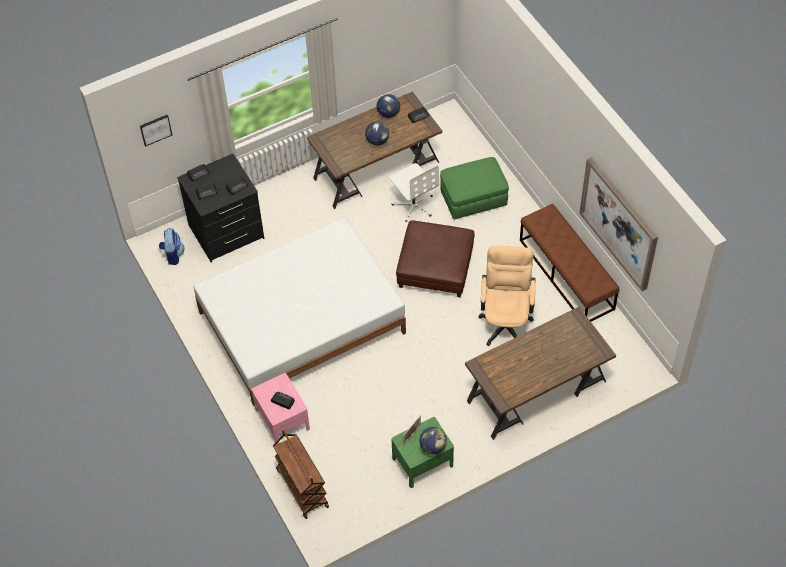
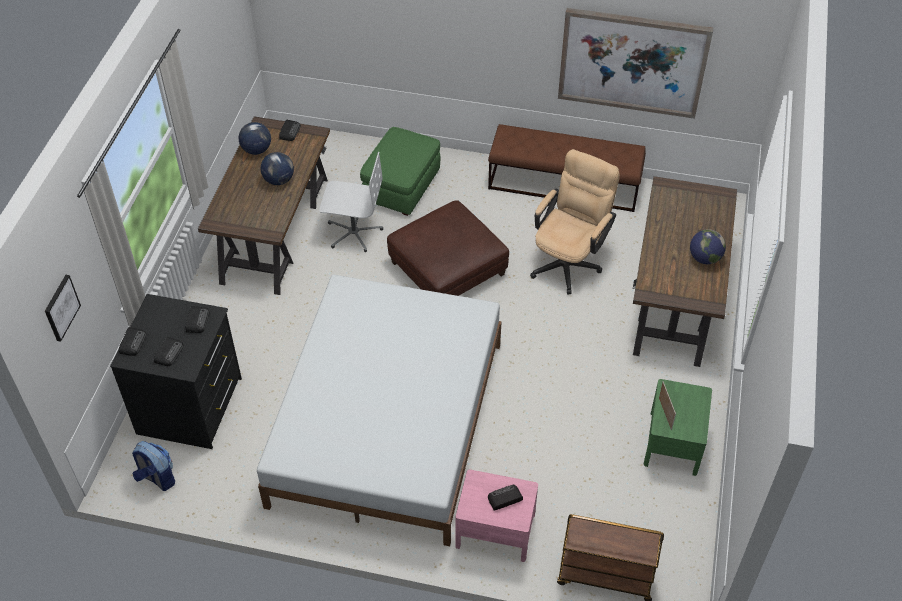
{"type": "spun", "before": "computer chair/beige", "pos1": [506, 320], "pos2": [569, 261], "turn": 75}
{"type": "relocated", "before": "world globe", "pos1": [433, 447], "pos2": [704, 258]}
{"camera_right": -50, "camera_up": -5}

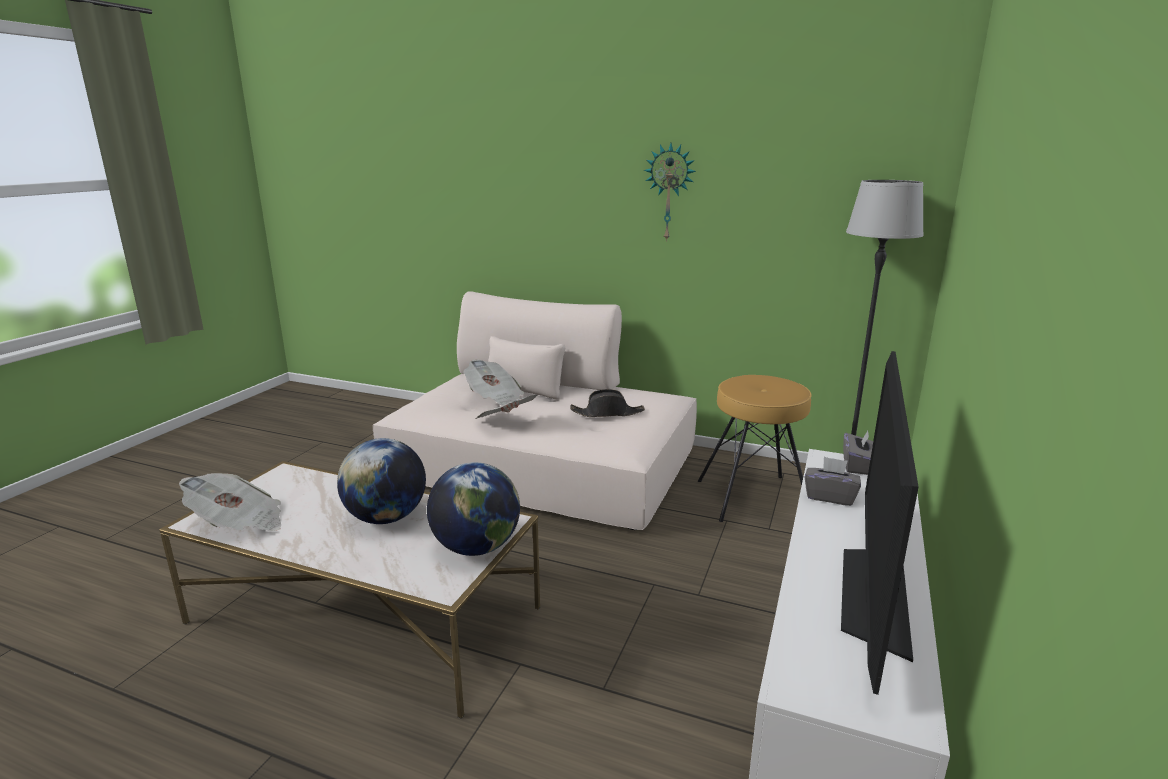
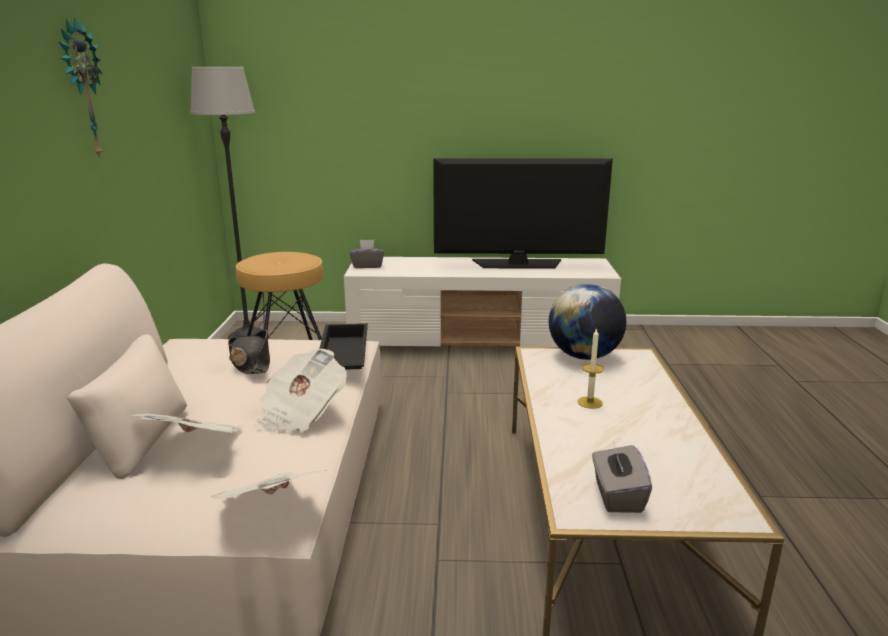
{"type": "exchanged", "before": "world globe", "after": "wax candle", "pos1": [386, 517], "pos2": [590, 402]}
{"type": "relocated", "before": "tissue box/greyish", "pos1": [830, 497], "pos2": [617, 496]}
{"type": "relocated", "before": "daily paper", "pos1": [239, 524], "pos2": [273, 508]}
{"type": "appeared", "after": "serving tray/blackish", "pos2": [342, 356]}
{"camera_right": -110, "camera_up": 0}

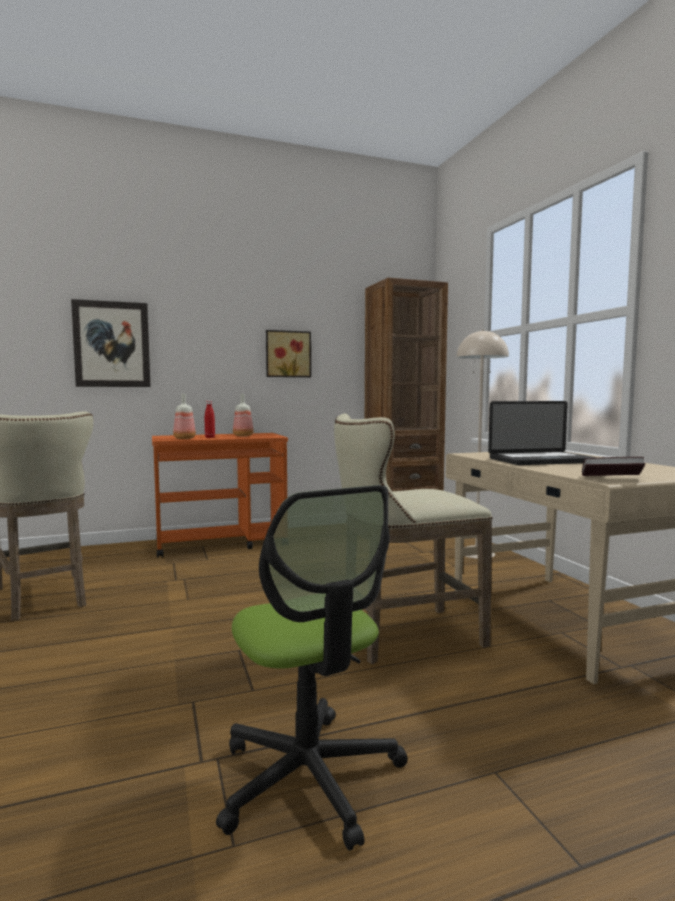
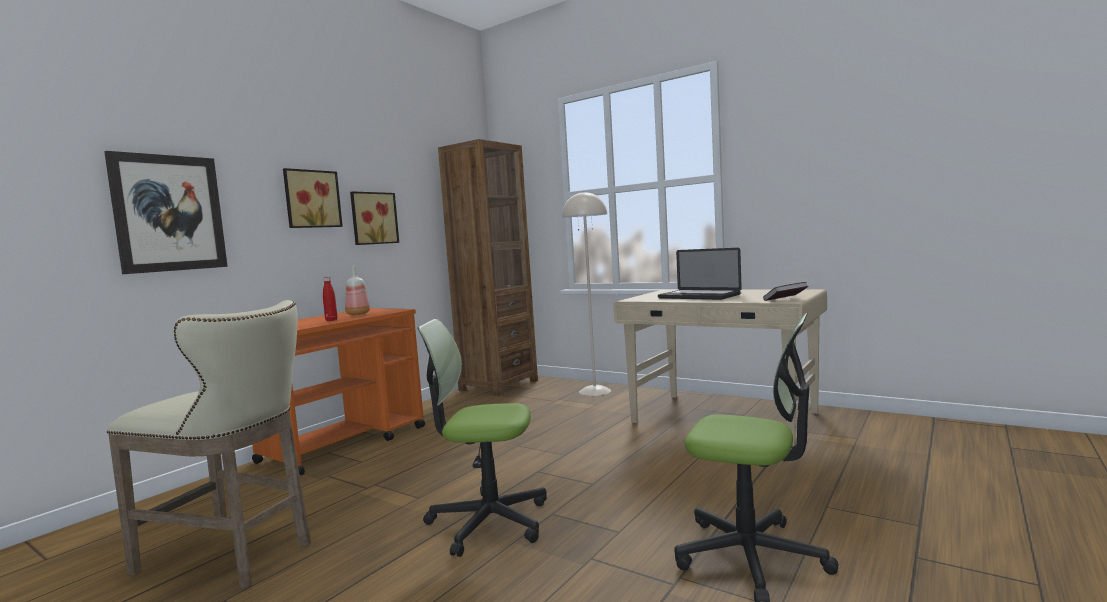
{"type": "missing", "before": "bottle", "pos1": [184, 438]}
{"type": "spun", "before": "portable computer", "pos1": [541, 460], "pos2": [699, 296], "turn": 90}
{"type": "missing", "before": "stool/beige", "pos1": [403, 637]}
{"type": "appeared", "after": "wall picture", "pos2": [311, 199]}
{"type": "appeared", "after": "computer chair", "pos2": [488, 521]}
{"camera_right": -35, "camera_up": 0}

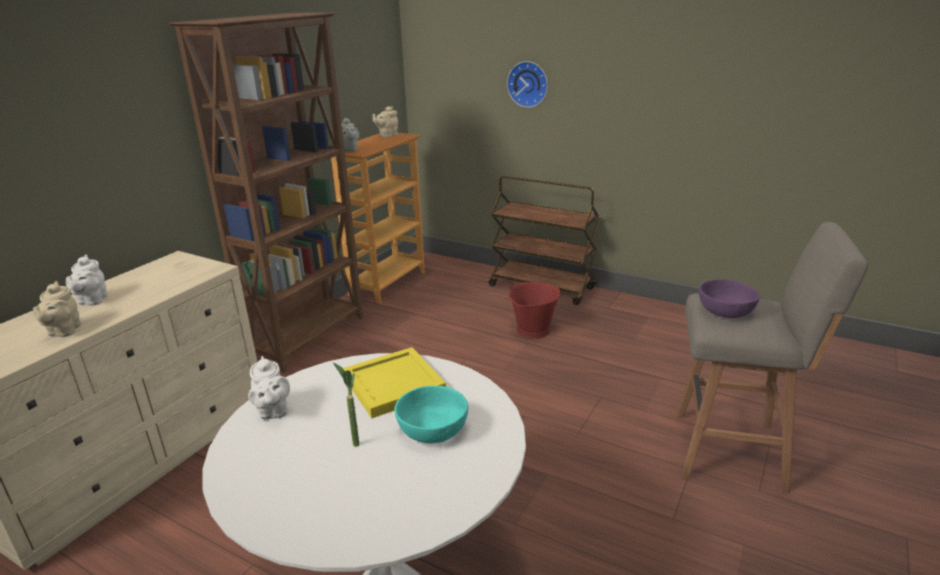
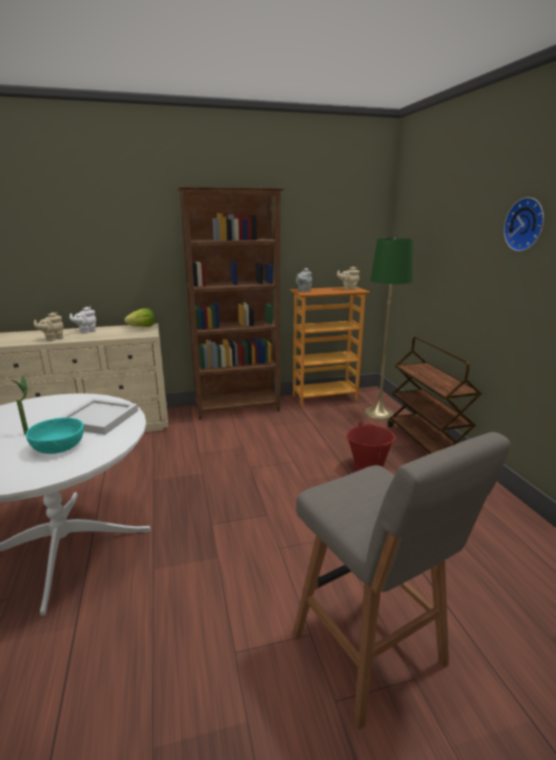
{"type": "relocated", "before": "clock on the wall", "pos1": [528, 84], "pos2": [526, 224]}
{"type": "missing", "before": "bowl/purple-coloured", "pos1": [725, 310]}
{"type": "colour", "before": "serving tray/yellow", "after": "serving tray/white-coloured", "pos1": [394, 383], "pos2": [100, 418]}
{"type": "missing", "before": "pot for tea/white-coloured", "pos1": [273, 411]}
{"type": "appeared", "after": "standing lamp/green", "pos2": [378, 413]}
{"type": "appeared", "after": "lettuce", "pos2": [142, 327]}
{"camera_right": 45, "camera_up": -5}

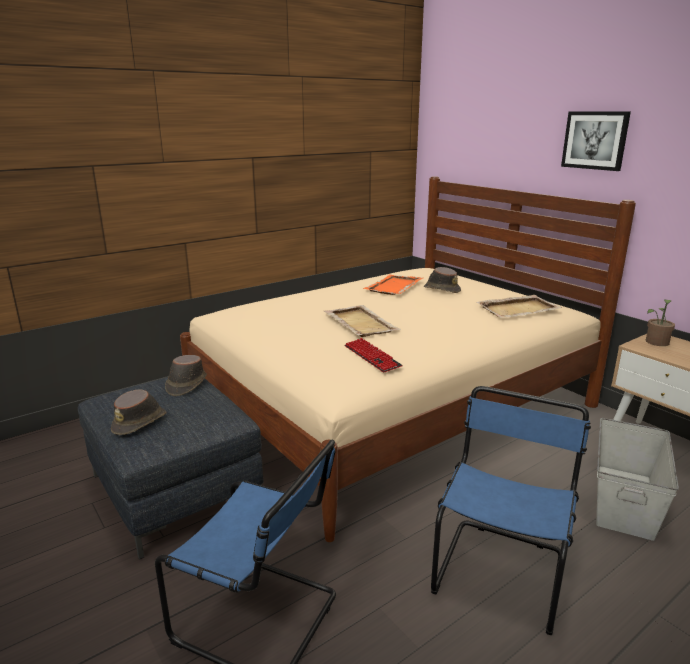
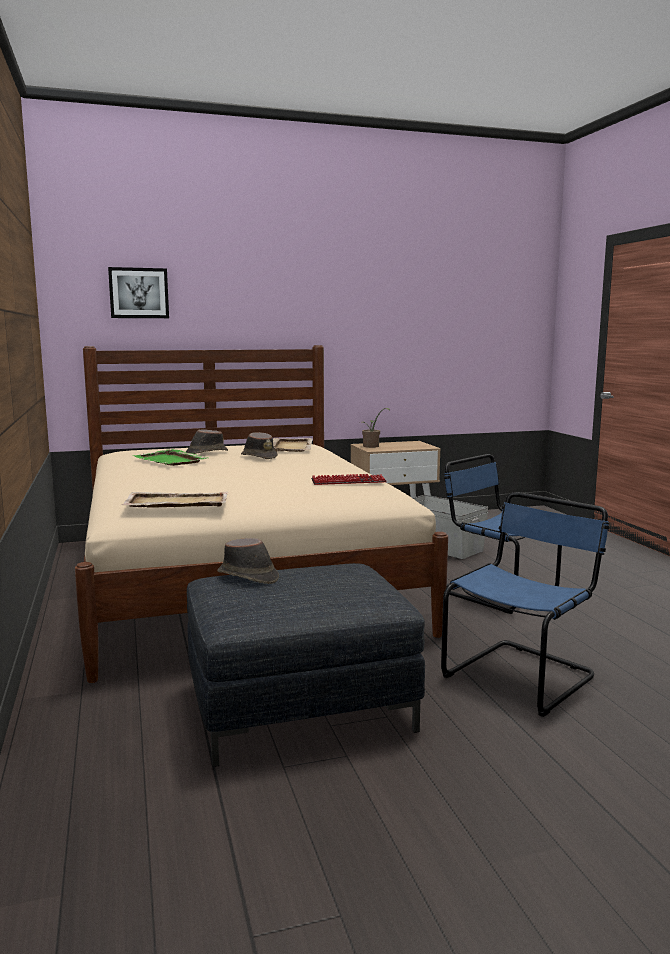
{"type": "relocated", "before": "wall picture", "pos1": [595, 140], "pos2": [139, 293]}
{"type": "colour", "before": "serving tray/orange", "after": "serving tray/green", "pos1": [393, 287], "pos2": [170, 460]}
{"type": "relocated", "before": "serving tray/beige", "pos1": [360, 323], "pos2": [176, 503]}
{"type": "relocated", "before": "wearable hat/brown", "pos1": [140, 422], "pos2": [259, 457]}
{"camera_right": -70, "camera_up": -10}

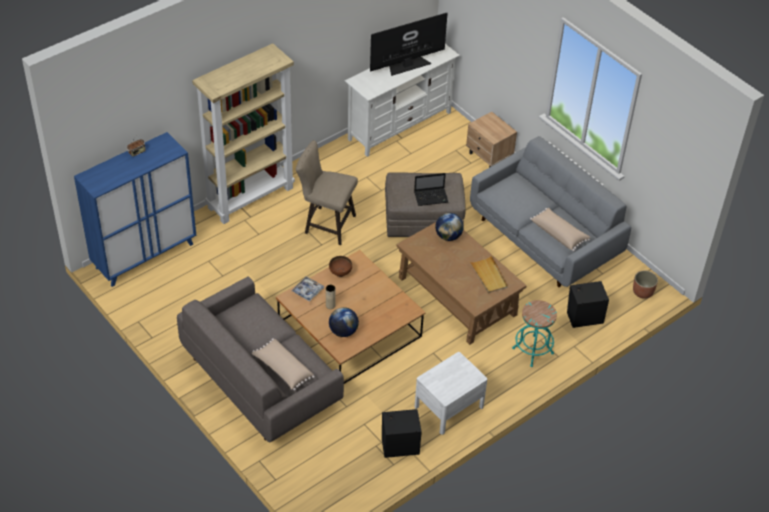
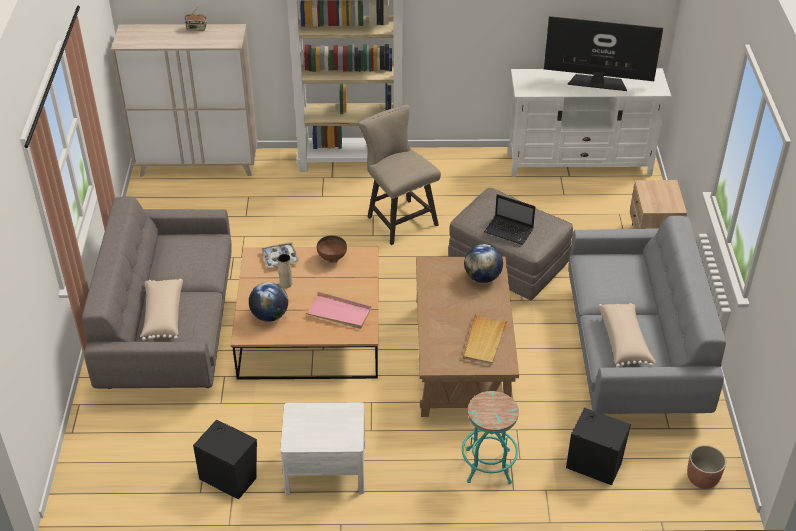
{"type": "colour", "before": "cabinet/bluish", "after": "cabinet/beige", "pos1": [145, 255], "pos2": [198, 164]}
{"type": "appeared", "after": "serving tray/pinkish", "pos2": [339, 313]}
{"camera_right": 40, "camera_up": -5}

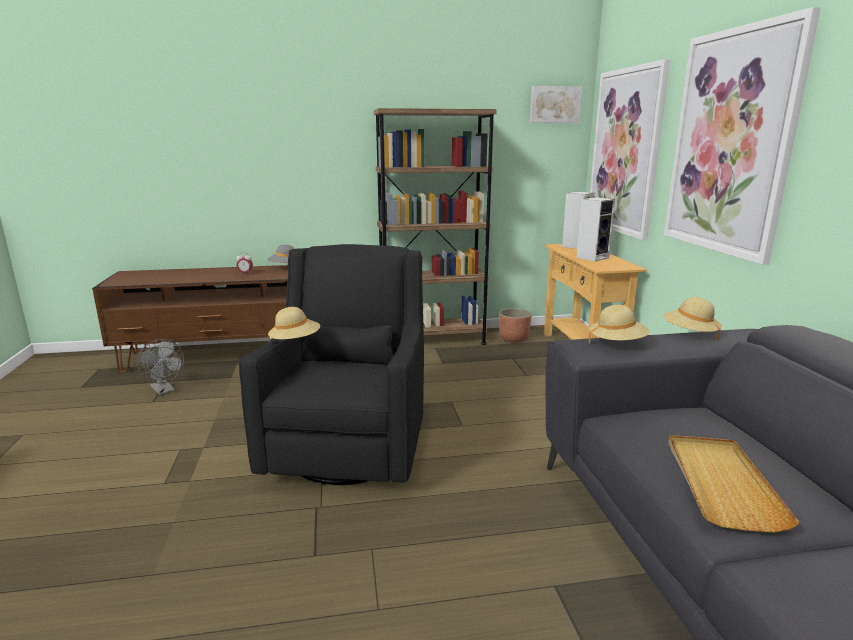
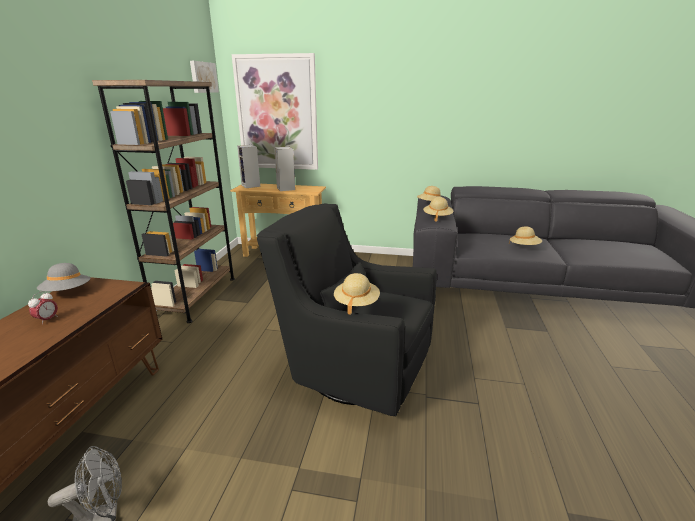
{"type": "missing", "before": "wall picture", "pos1": [731, 143]}
{"type": "missing", "before": "planter", "pos1": [513, 339]}
{"type": "exchanged", "before": "serving tray/beige", "after": "wearable hat/beige", "pos1": [720, 483], "pos2": [524, 247]}
{"camera_right": -70, "camera_up": 5}

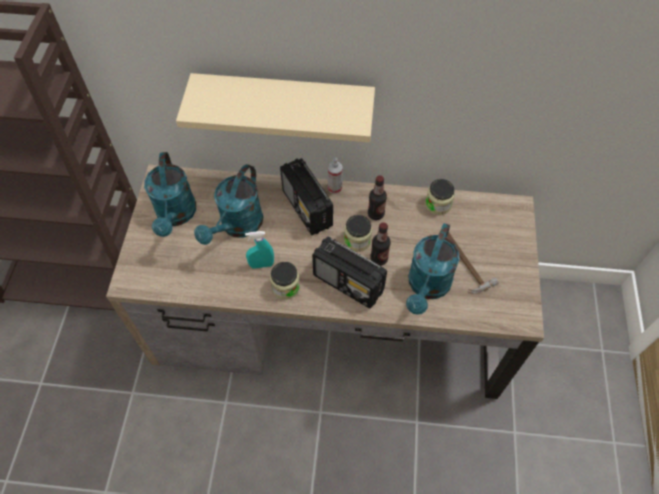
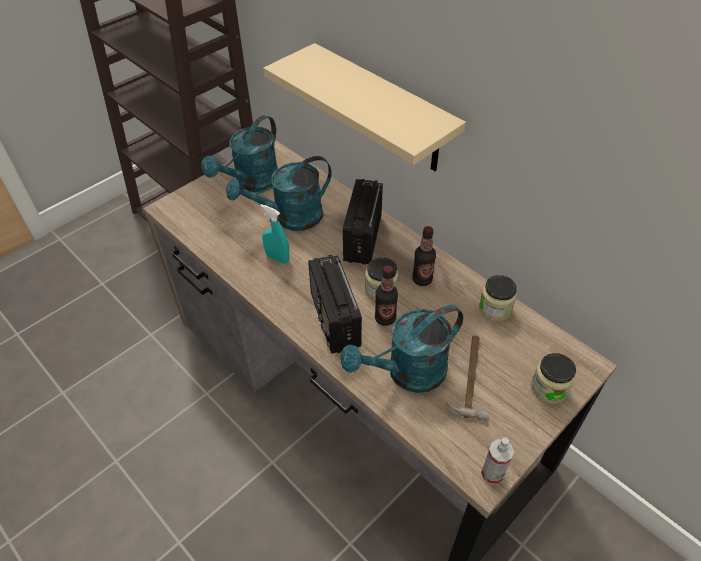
{"type": "relocated", "before": "hand sprayer", "pos1": [334, 188], "pos2": [492, 474]}
{"type": "relocated", "before": "preserve jar", "pos1": [285, 287], "pos2": [549, 388]}
{"camera_right": 40, "camera_up": -10}

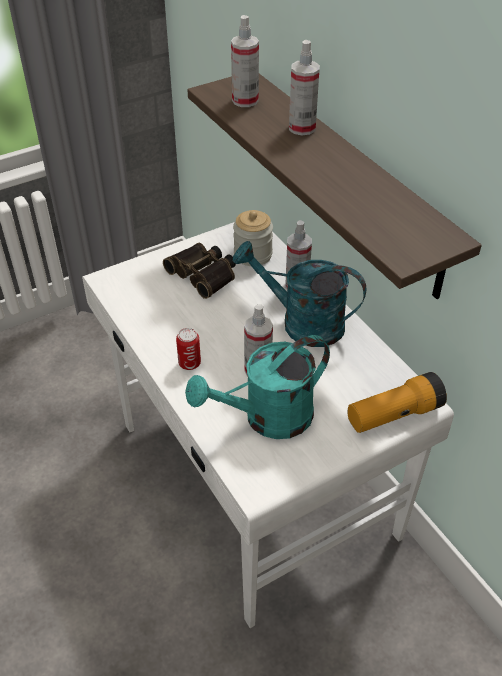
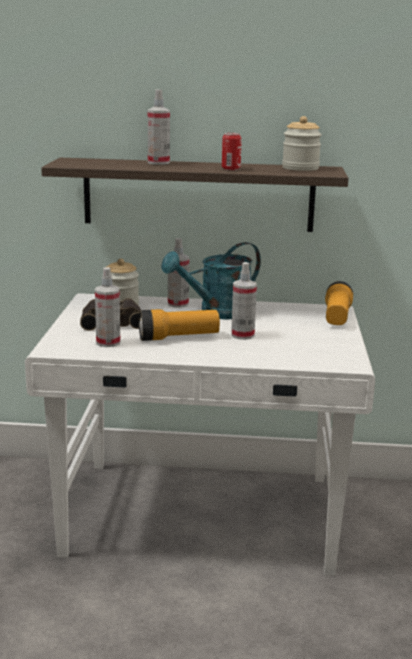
{"type": "relocated", "before": "hand sprayer", "pos1": [245, 100], "pos2": [108, 342]}
{"type": "relocated", "before": "metal can", "pos1": [189, 363], "pos2": [231, 169]}
{"type": "missing", "before": "watering pot/turquoise-coloured", "pos1": [267, 419]}
{"type": "appeared", "after": "preserve jar", "pos2": [300, 168]}
{"type": "appeared", "after": "hand torch", "pos2": [178, 337]}
{"camera_right": -55, "camera_up": -25}

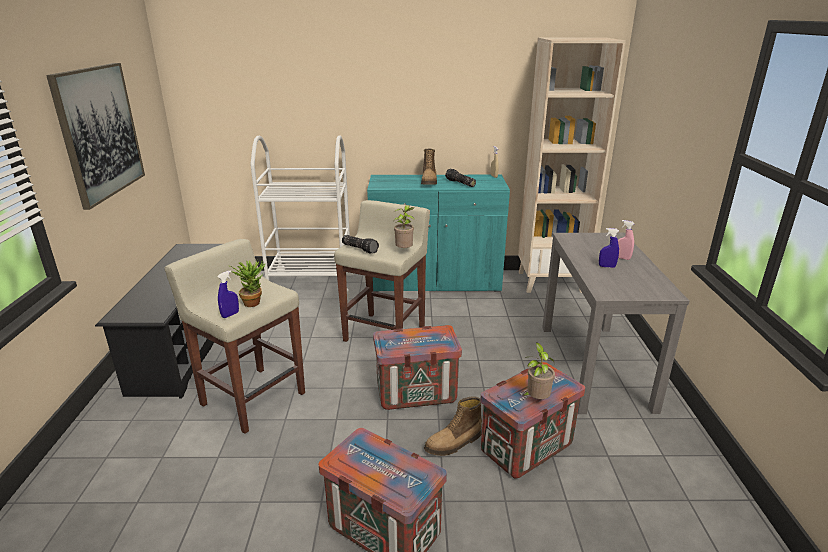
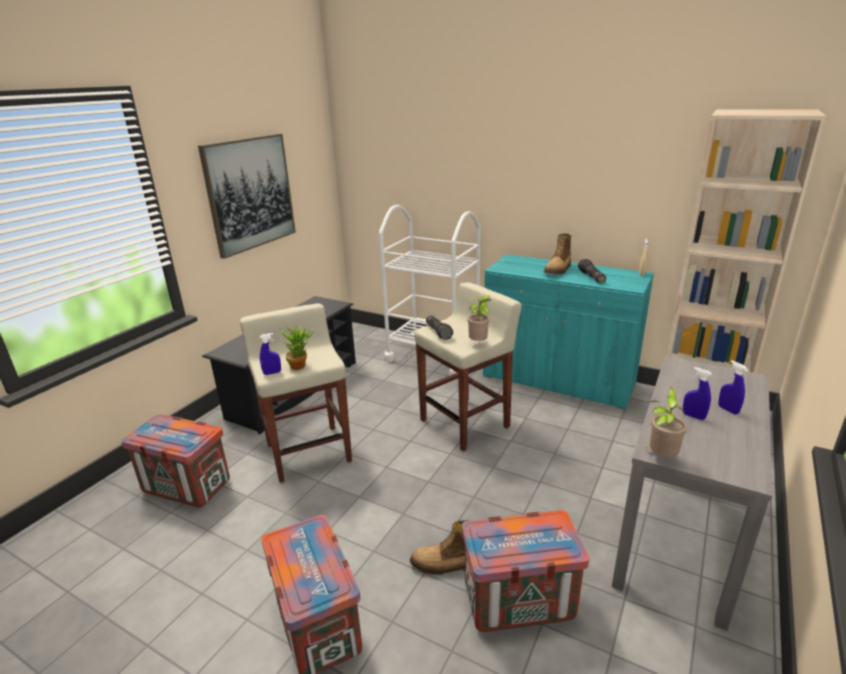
{"type": "colour", "before": "hand sprayer/pinkish", "after": "hand sprayer/bluish", "pos1": [622, 258], "pos2": [728, 410]}
{"type": "relocated", "before": "packing crate", "pos1": [417, 394], "pos2": [187, 487]}
{"type": "relocated", "before": "plant in a pot", "pos1": [536, 399], "pos2": [660, 457]}
{"camera_right": 30, "camera_up": 0}

